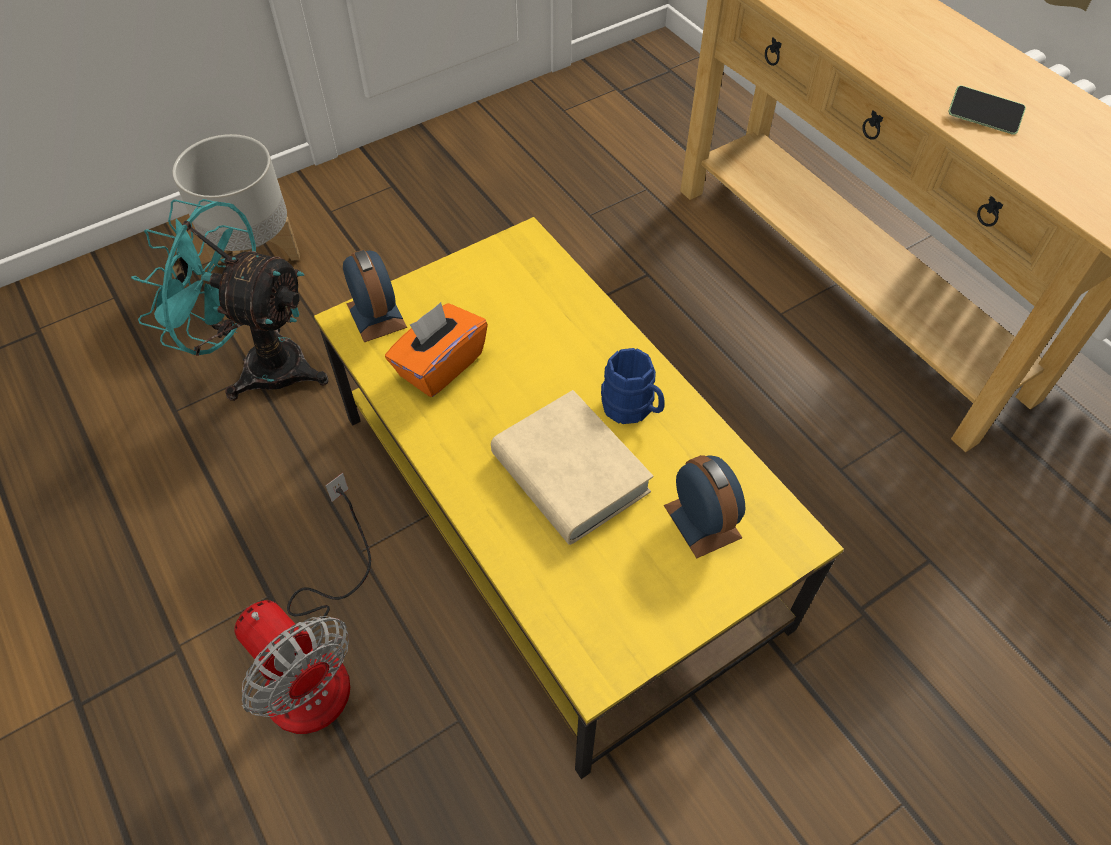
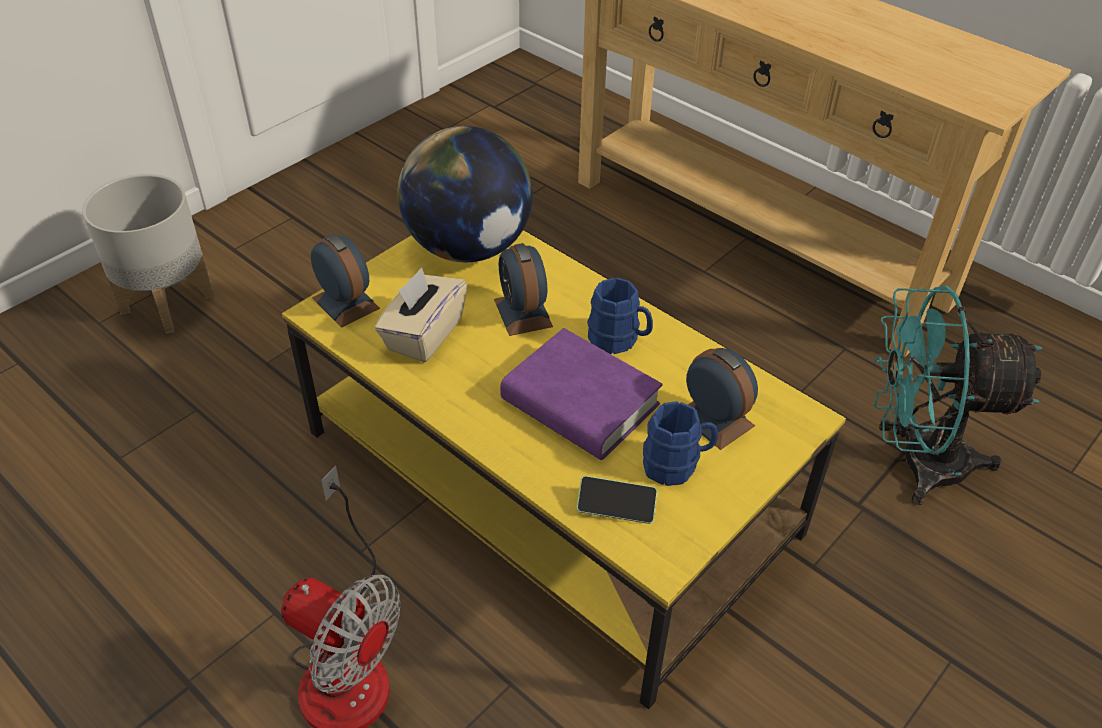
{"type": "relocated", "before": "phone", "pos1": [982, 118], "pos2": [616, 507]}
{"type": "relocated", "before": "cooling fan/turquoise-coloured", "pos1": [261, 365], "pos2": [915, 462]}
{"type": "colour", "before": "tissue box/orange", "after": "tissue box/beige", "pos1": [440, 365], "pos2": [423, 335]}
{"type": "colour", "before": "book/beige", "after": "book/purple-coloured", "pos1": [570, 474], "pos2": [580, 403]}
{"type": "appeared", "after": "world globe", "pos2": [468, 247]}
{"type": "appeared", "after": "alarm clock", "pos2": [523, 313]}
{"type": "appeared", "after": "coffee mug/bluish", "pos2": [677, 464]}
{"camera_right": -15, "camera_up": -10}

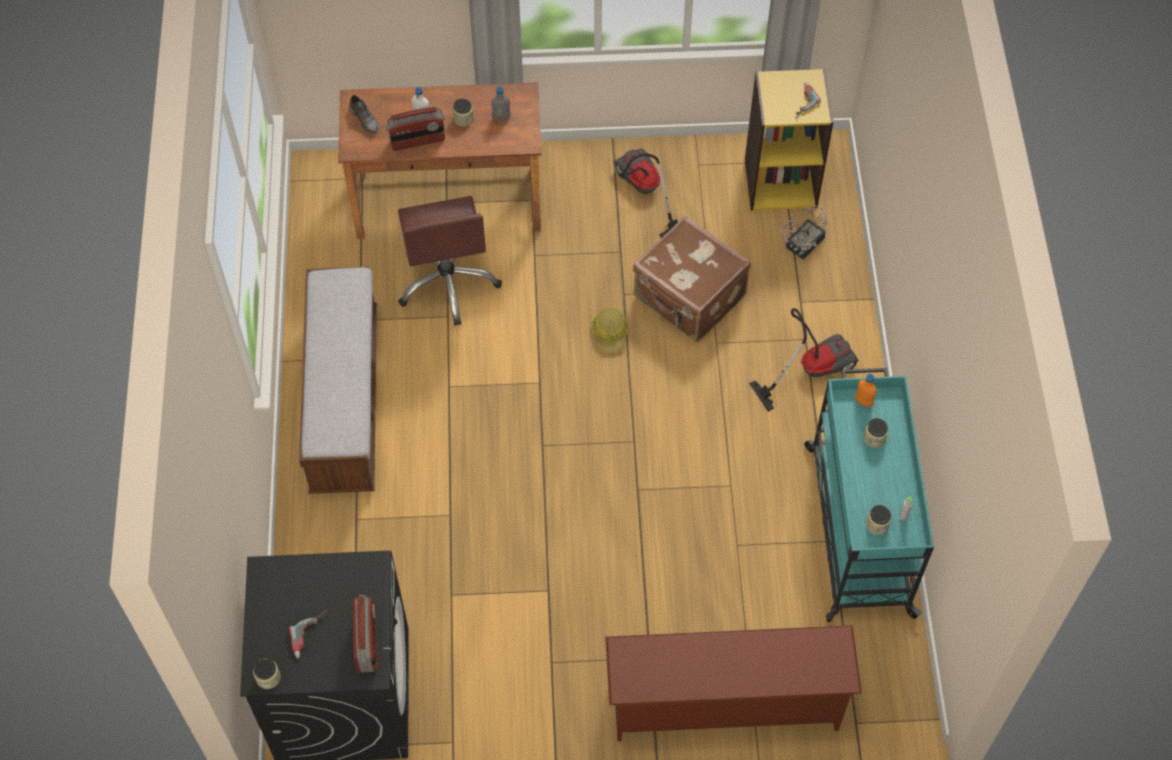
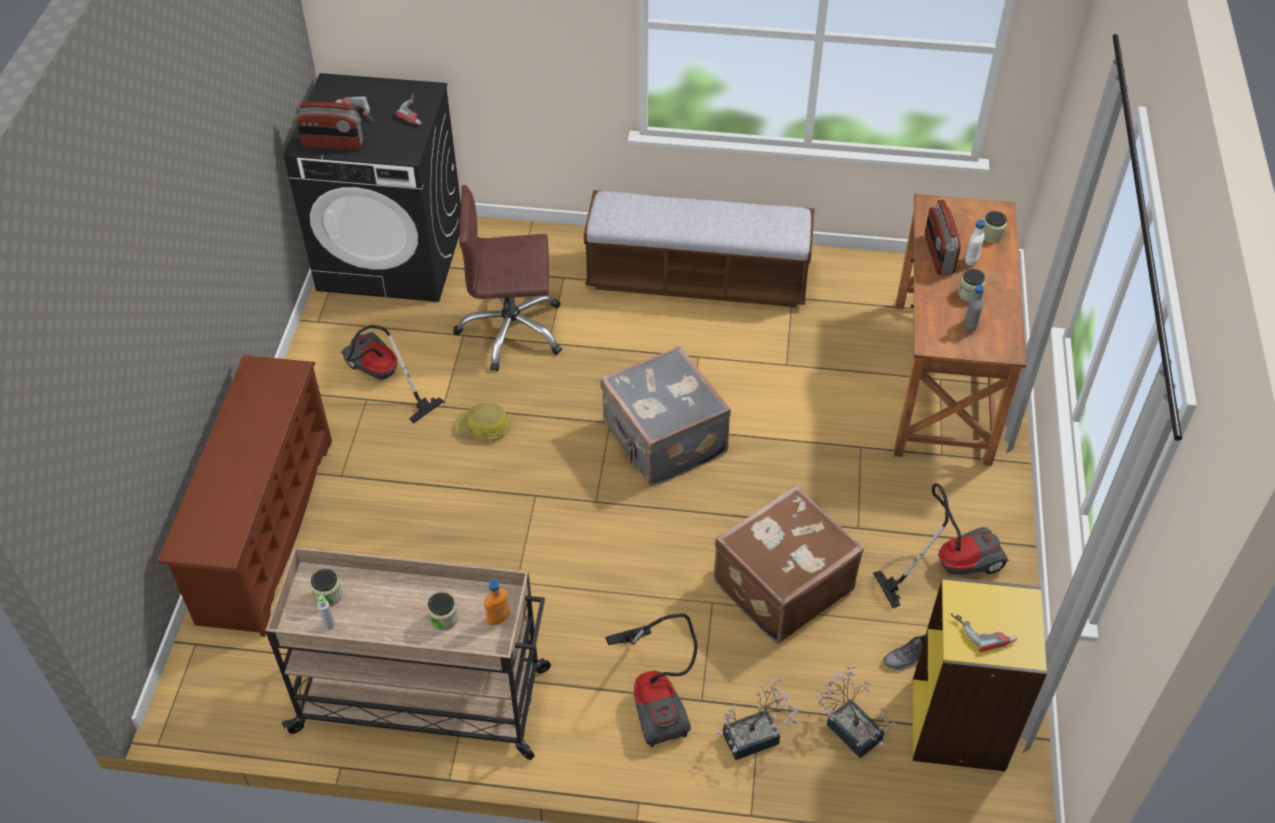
{"type": "relocated", "before": "item of footwear/greyish", "pos1": [365, 119], "pos2": [909, 657]}
{"type": "relocated", "before": "computer chair/brown", "pos1": [448, 282], "pos2": [511, 331]}
{"type": "relocated", "before": "safety helmet", "pos1": [610, 333], "pos2": [484, 427]}
{"type": "colour", "before": "wheeled cart/turquoise-coloured", "after": "wheeled cart/beige", "pos1": [858, 527], "pos2": [425, 700]}
{"type": "relocated", "before": "preserve jar", "pos1": [268, 677], "pos2": [991, 235]}
{"type": "appeared", "after": "electric drill", "pos2": [416, 112]}
{"type": "appeared", "after": "vacuum cleaner", "pos2": [381, 378]}
{"type": "appeared", "after": "travel case/greyish", "pos2": [663, 441]}
{"type": "appeared", "after": "plant in a pot", "pos2": [757, 737]}
{"camera_right": 100, "camera_up": -10}

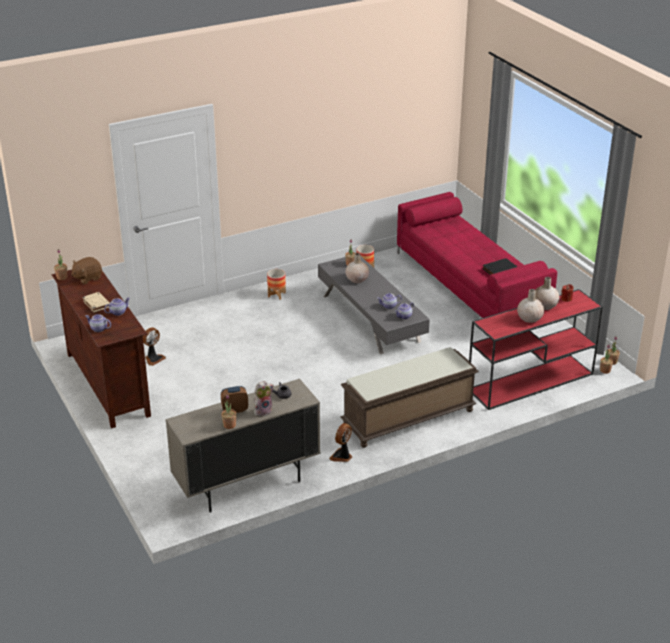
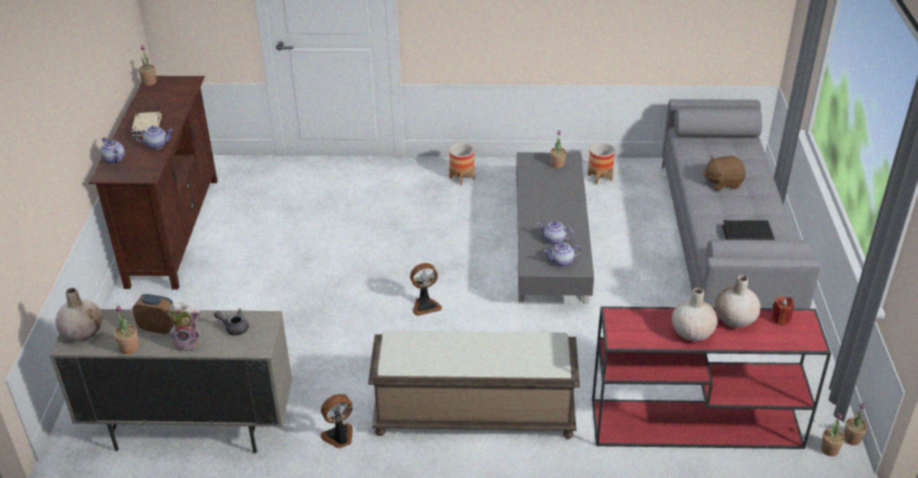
{"type": "colour", "before": "couch/red-coloured", "after": "couch/greyish", "pos1": [471, 287], "pos2": [725, 245]}
{"type": "relocated", "before": "vase/beige", "pos1": [357, 279], "pos2": [83, 332]}
{"type": "relocated", "before": "soft toy/brown", "pos1": [87, 278], "pos2": [722, 183]}
{"type": "relocated", "before": "cooling fan", "pos1": [153, 359], "pos2": [425, 305]}
{"camera_right": 30, "camera_up": 5}

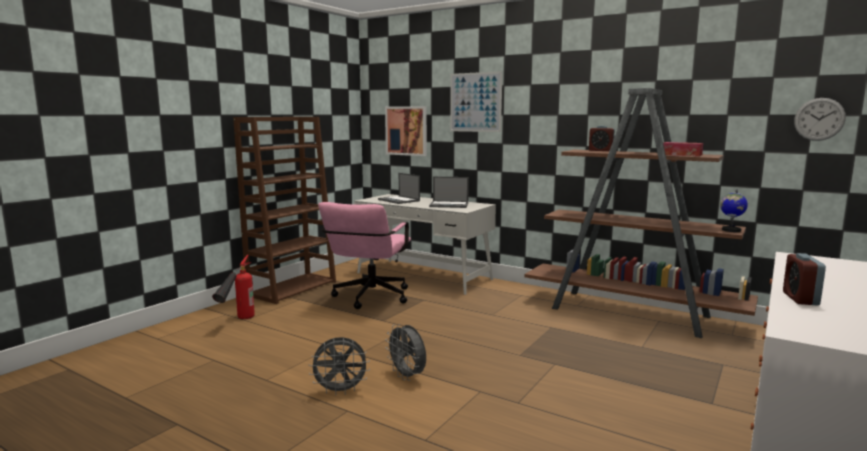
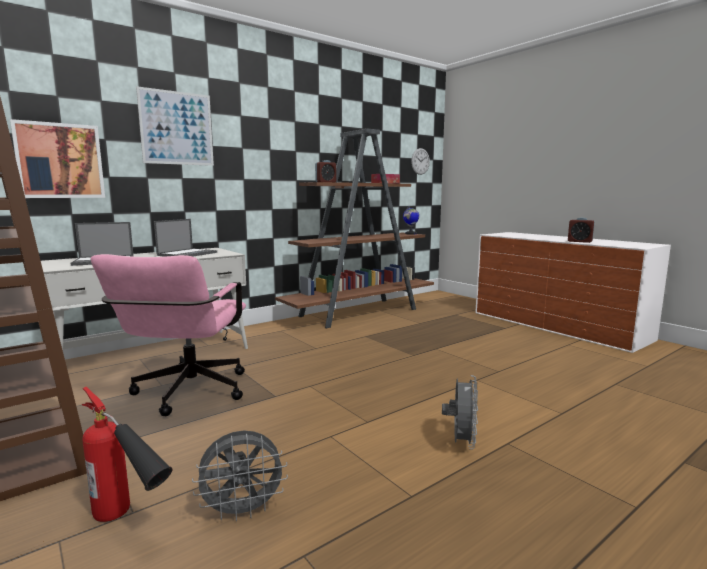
{"type": "spun", "before": "computer chair/pinkish", "pos1": [369, 299], "pos2": [186, 395], "turn": 60}
{"type": "relocated", "before": "cooling fan/greyish", "pos1": [407, 376], "pos2": [243, 511]}
{"camera_right": -70, "camera_up": 0}

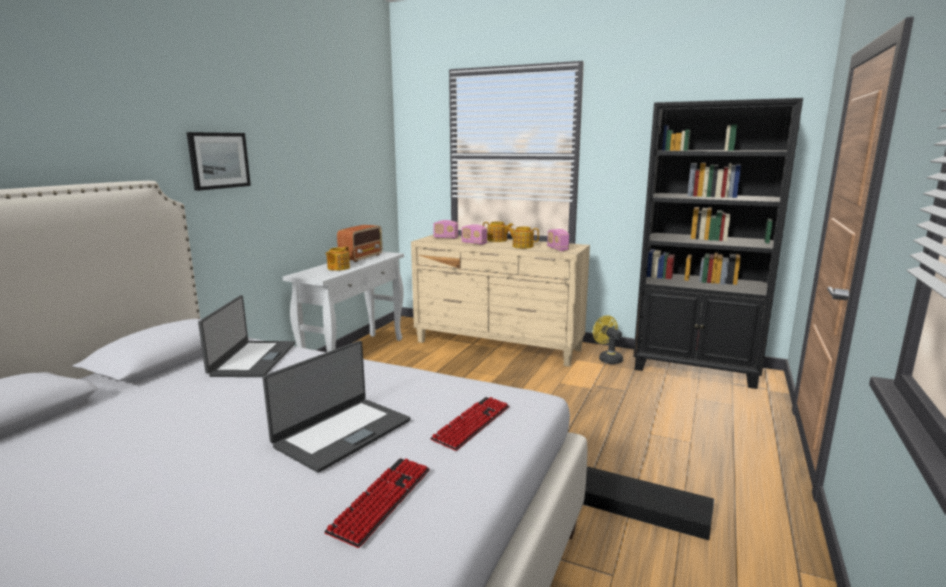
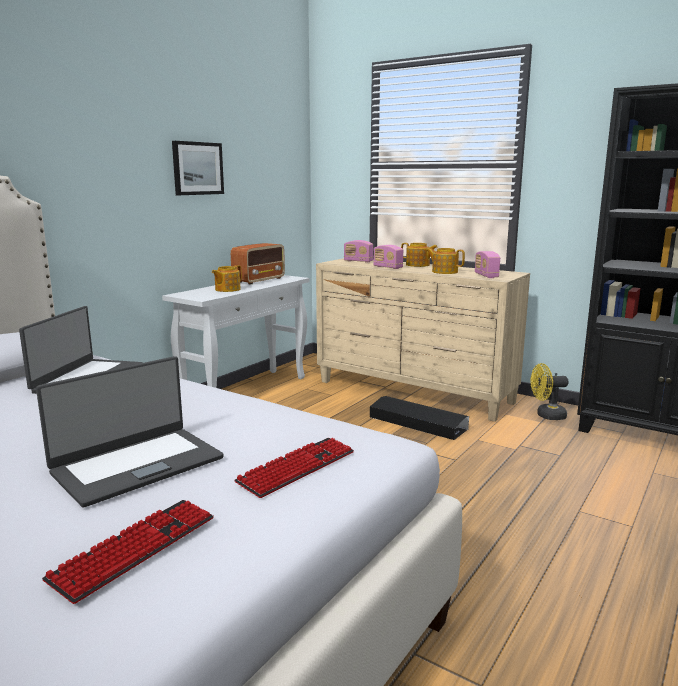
{"type": "relocated", "before": "wall picture", "pos1": [219, 160], "pos2": [197, 168]}
{"type": "spun", "before": "cooling fan/yellow", "pos1": [607, 359], "pos2": [546, 415], "turn": -75}
{"type": "relocated", "before": "storage bin/blackish", "pos1": [642, 508], "pos2": [417, 423]}
{"camera_right": 10, "camera_up": 0}

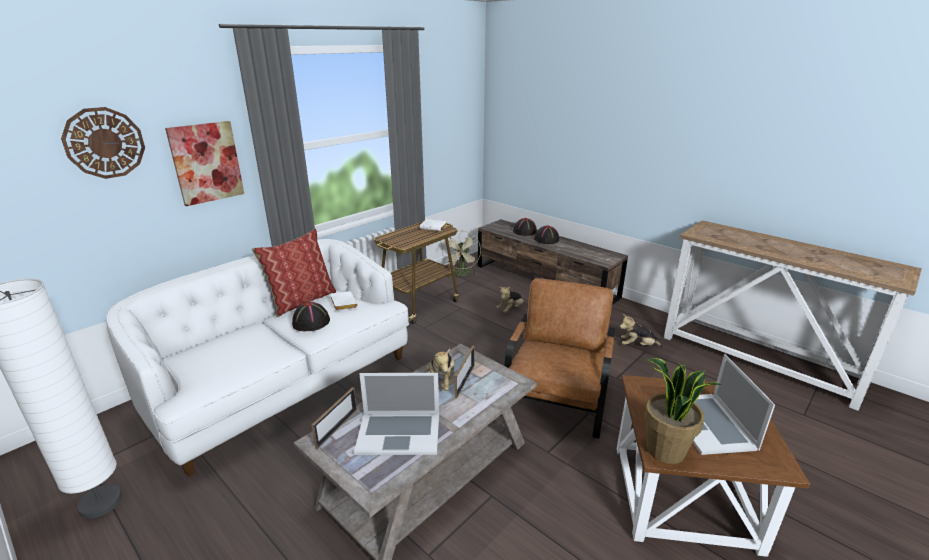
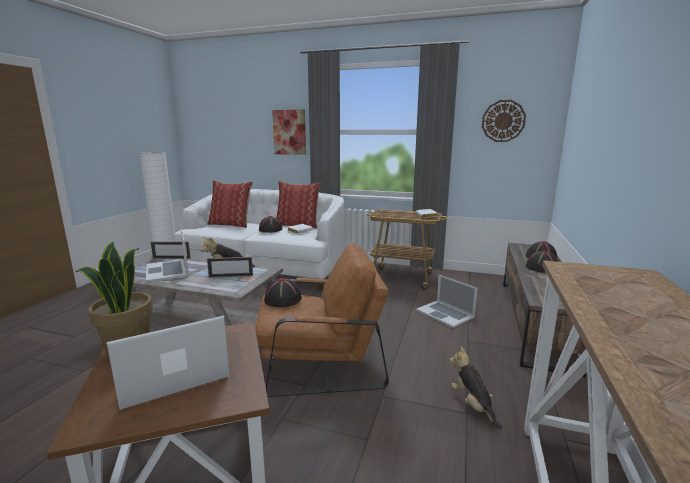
{"type": "relocated", "before": "clock on the wall", "pos1": [104, 143], "pos2": [503, 121]}
{"type": "missing", "before": "cooling fan/beige", "pos1": [462, 274]}
{"type": "exchanged", "before": "soft toy", "after": "portable computer", "pos1": [510, 309], "pos2": [445, 313]}
{"type": "appeared", "after": "pillow", "pos2": [231, 224]}
{"type": "appeared", "after": "wearable hat/blackish", "pos2": [282, 300]}
{"camera_right": 65, "camera_up": -10}

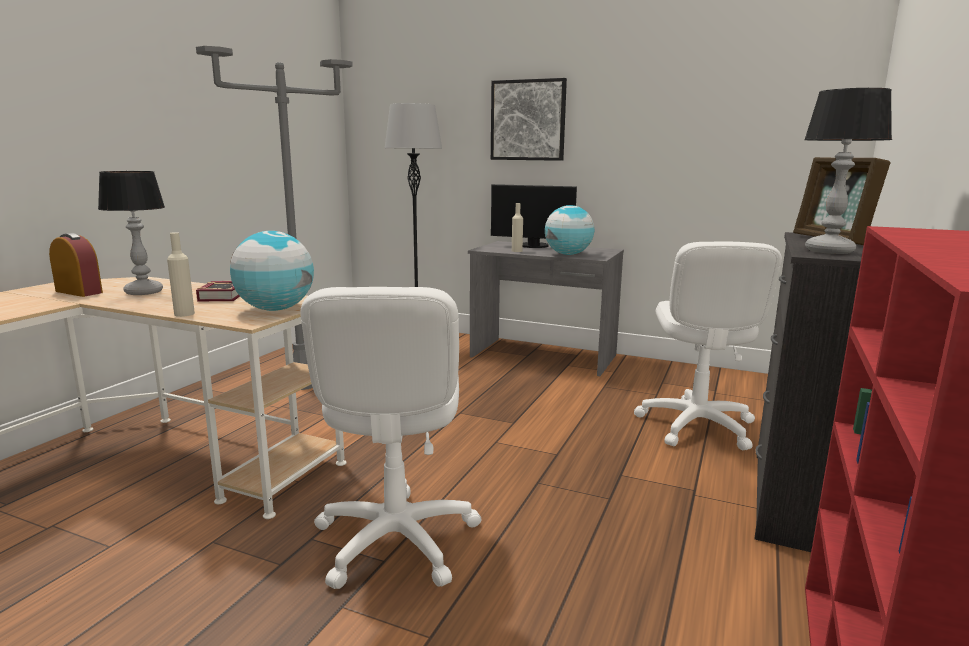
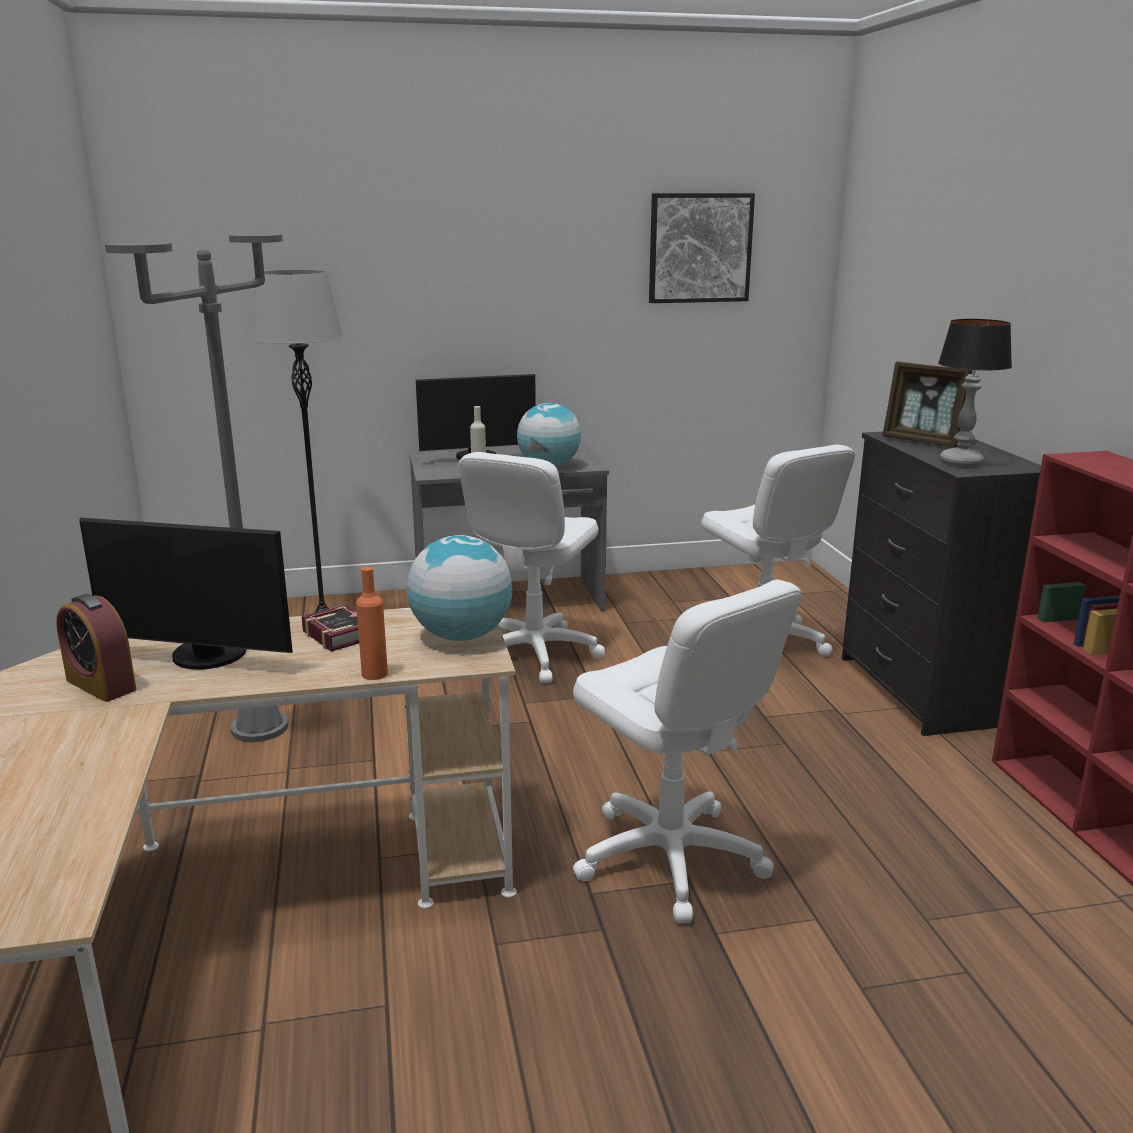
{"type": "relocated", "before": "wall picture", "pos1": [528, 120], "pos2": [700, 248]}
{"type": "exchanged", "before": "table lamp", "after": "computer display", "pos1": [144, 292], "pos2": [206, 657]}
{"type": "colour", "before": "bottle/beige", "after": "bottle/orange", "pos1": [184, 314], "pos2": [374, 674]}
{"type": "spun", "before": "alarm clock", "pos1": [79, 292], "pos2": [101, 685], "turn": -135}
{"type": "appeared", "after": "computer chair/white-coloured", "pos2": [533, 653]}
{"camera_right": -35, "camera_up": 5}

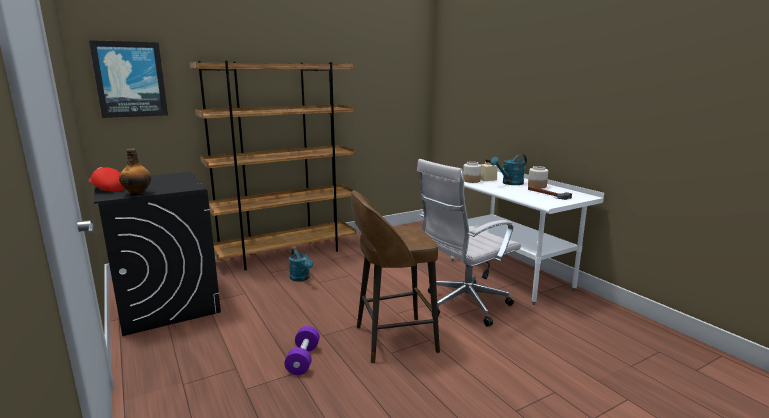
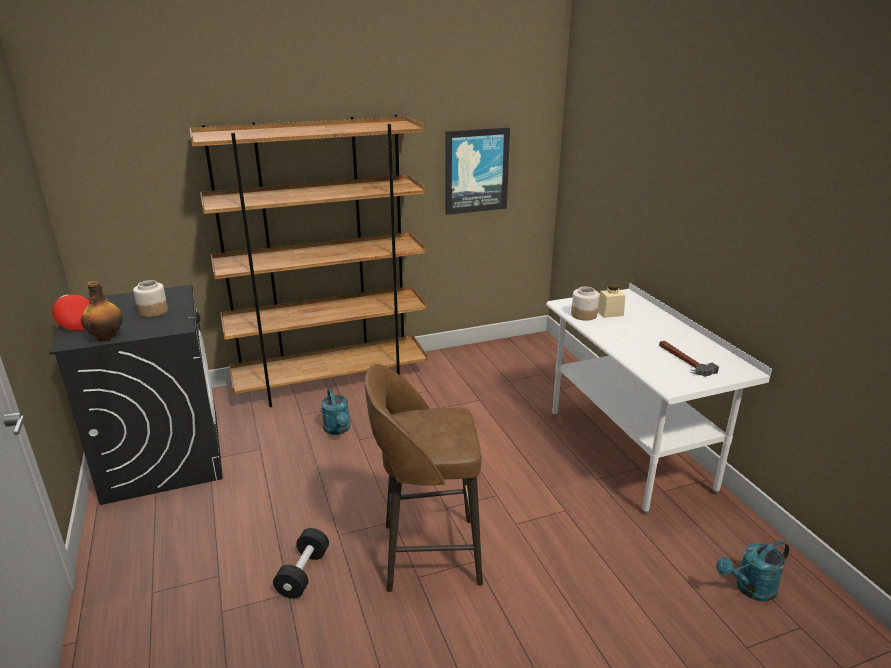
{"type": "relocated", "before": "wall picture", "pos1": [130, 79], "pos2": [476, 171]}
{"type": "relocated", "before": "watering pot/turquoise-coloured", "pos1": [509, 183], "pos2": [750, 589]}
{"type": "missing", "before": "computer chair/white-coloured", "pos1": [463, 306]}
{"type": "relocated", "before": "preserve jar", "pos1": [537, 186], "pos2": [153, 311]}
{"type": "colour", "before": "dumbbell/purple-coloured", "after": "dumbbell/blackish", "pos1": [303, 359], "pos2": [303, 573]}
{"camera_right": 10, "camera_up": 10}

